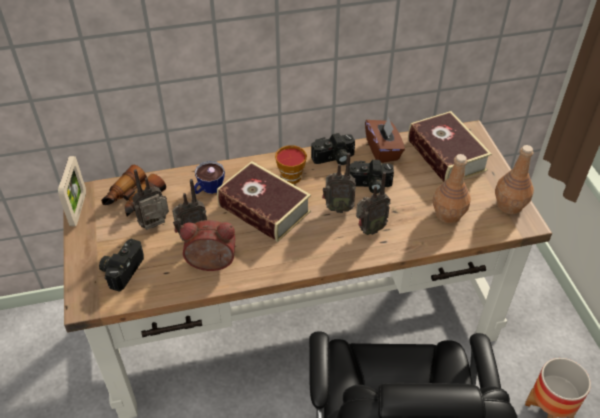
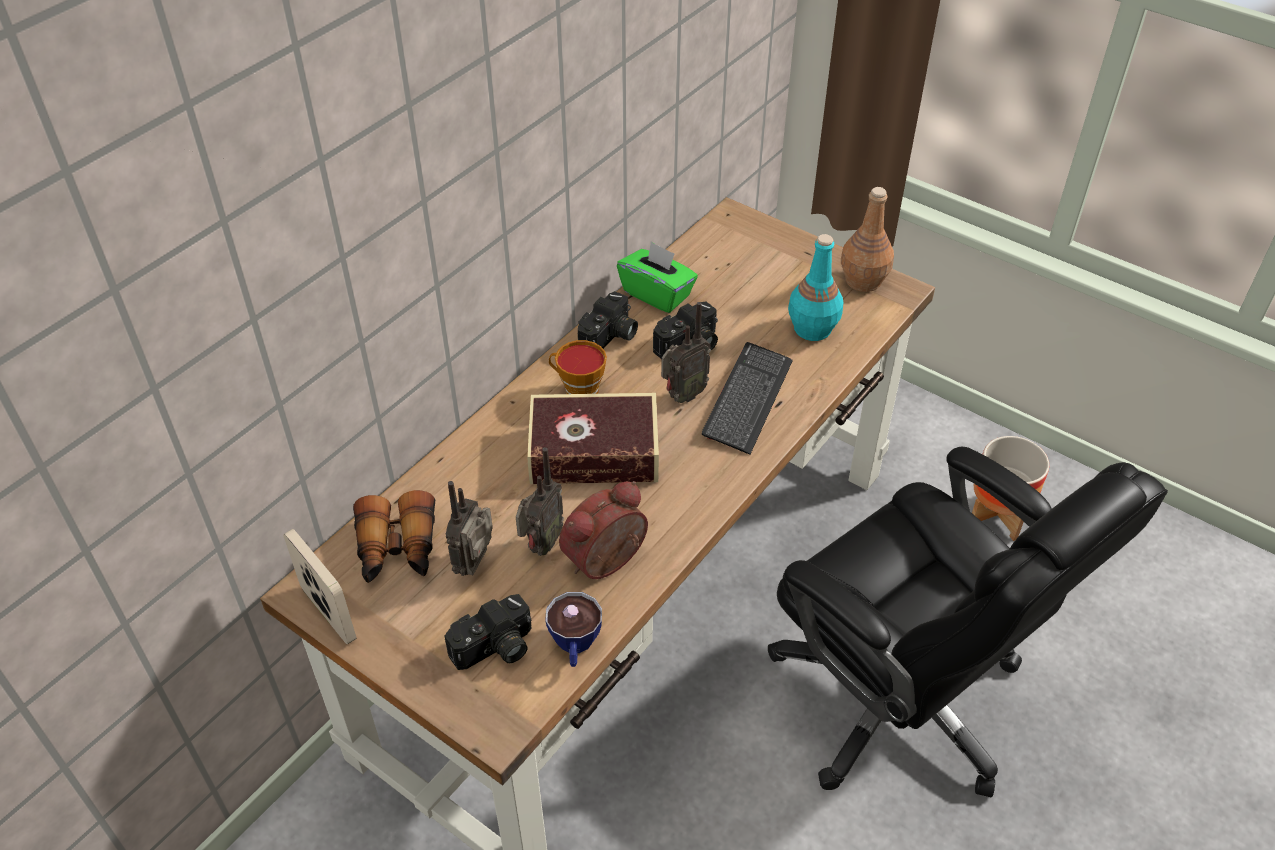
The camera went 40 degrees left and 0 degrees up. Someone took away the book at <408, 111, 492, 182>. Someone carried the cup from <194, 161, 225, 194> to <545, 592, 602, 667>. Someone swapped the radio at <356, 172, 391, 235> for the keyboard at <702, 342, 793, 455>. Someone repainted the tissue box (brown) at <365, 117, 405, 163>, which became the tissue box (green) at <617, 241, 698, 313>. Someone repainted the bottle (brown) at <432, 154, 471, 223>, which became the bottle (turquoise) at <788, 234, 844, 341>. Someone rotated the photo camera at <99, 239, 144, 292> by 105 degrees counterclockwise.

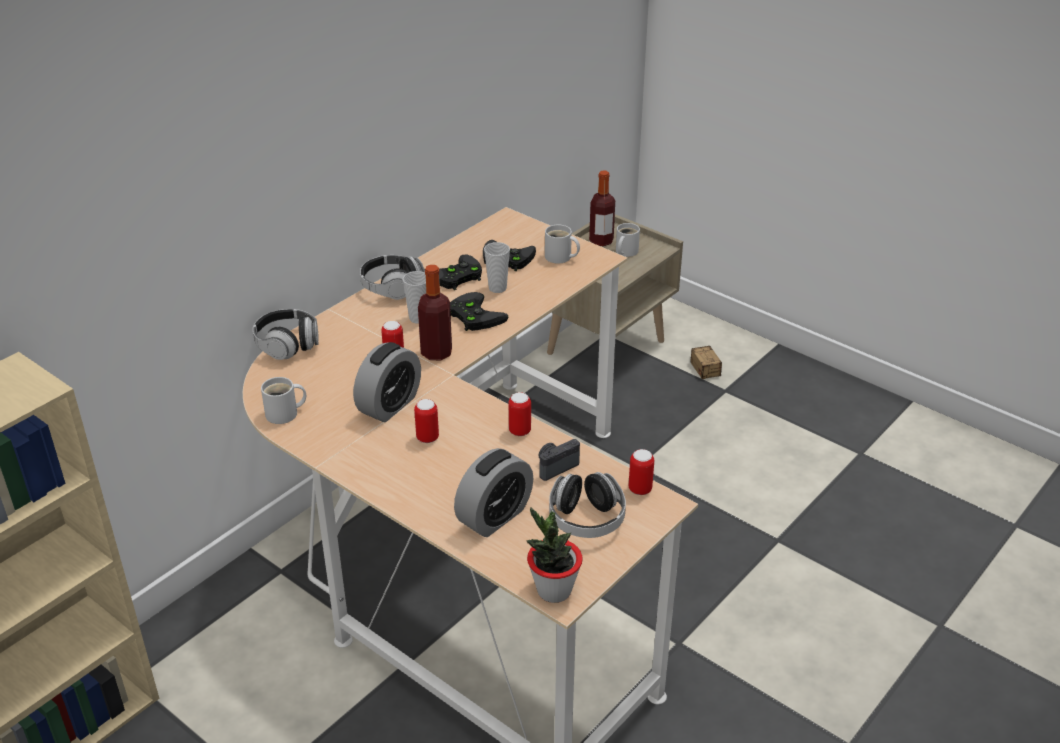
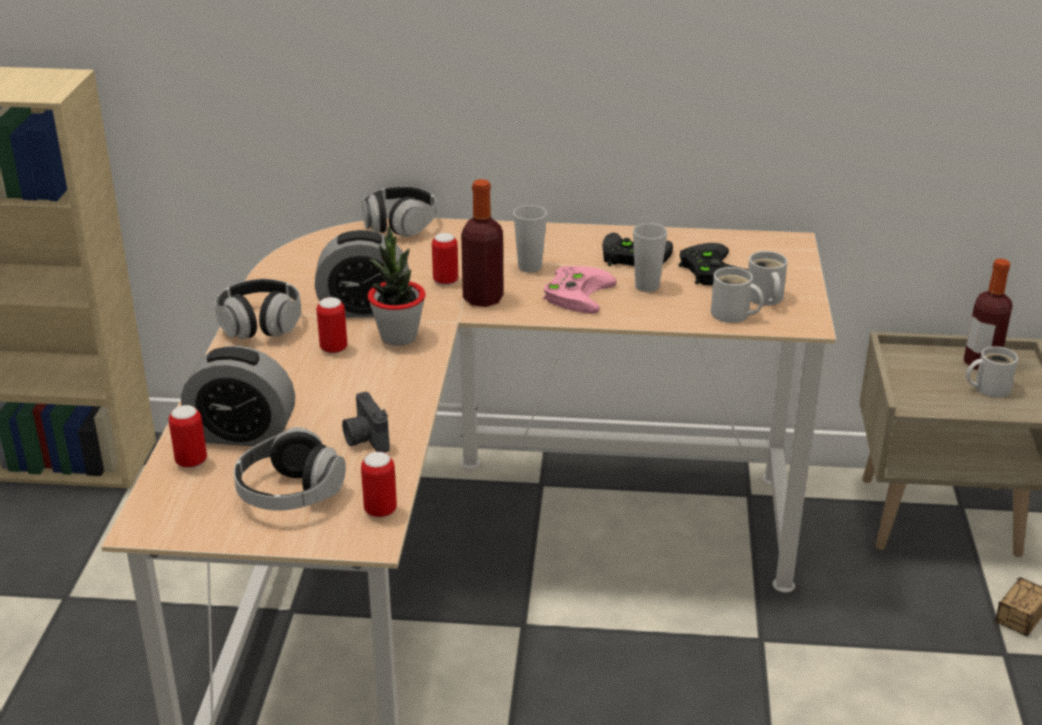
The camera went 55 degrees right and 5 degrees down. Someone carried the mug (white) from <261, 377, 306, 424> to <711, 267, 764, 323>. Someone carried the headphones from <360, 255, 425, 300> to <215, 279, 301, 339>. Someone carried the can from <509, 392, 531, 436> to <169, 405, 207, 468>. Someone carried the potted plant from <526, 508, 583, 603> to <368, 226, 426, 346>. Someone repainted the game controller (black) at <450, 292, 509, 331>, which became the game controller (pink) at <543, 266, 617, 314>. Someone rotated the photo camera at <538, 439, 580, 481> by 135 degrees counterclockwise.

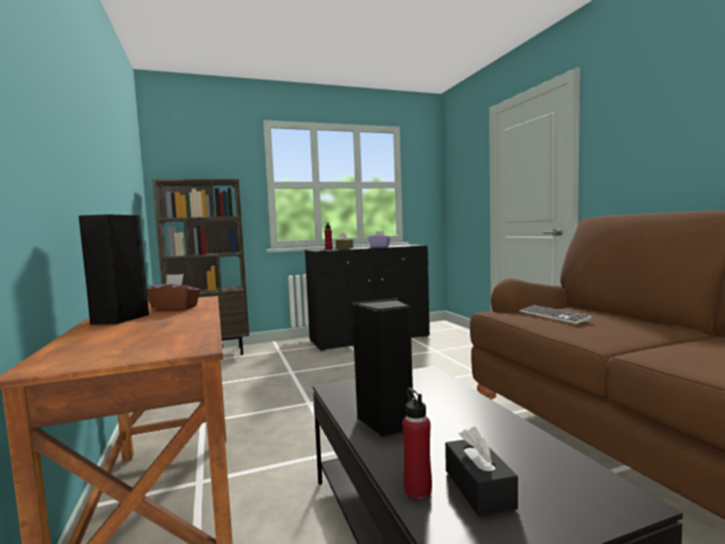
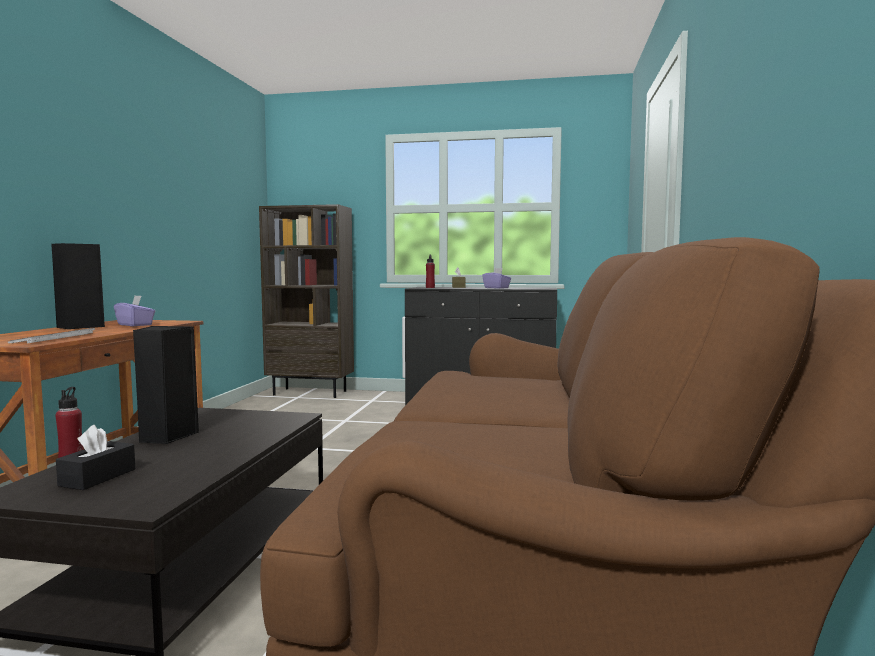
The camera went 30 degrees right and 0 degrees up. Someone carried the keyboard from <519, 305, 592, 324> to <8, 328, 95, 344>. Someone repainted the tissue box (brown) at <146, 274, 200, 311>, which became the tissue box (purple) at <114, 296, 155, 326>.

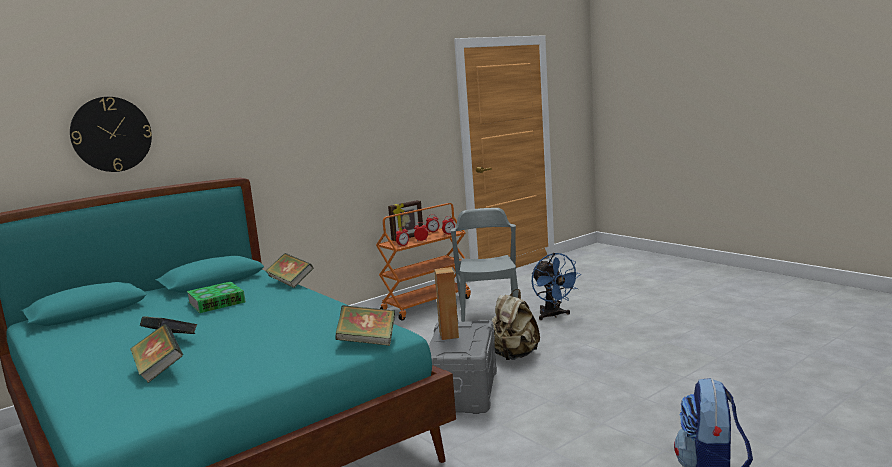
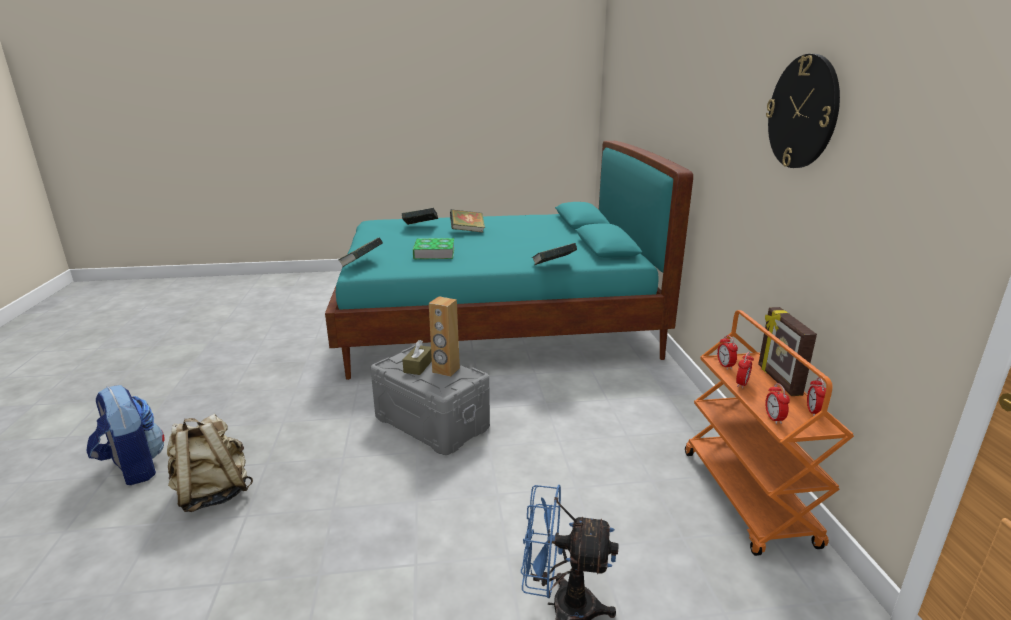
The camera went 120 degrees right and 10 degrees up. Someone took away the chair (grey) at <451, 208, 518, 322>. Someone put down the tissue box (brown) at <403, 340, 432, 375>. Someone carried the wall clock from <70, 97, 152, 172> to <766, 54, 840, 168>. Someone carried the book from <187, 282, 246, 313> to <413, 238, 455, 259>. Someone carried the backpack (beige) from <491, 289, 540, 360> to <167, 414, 253, 512>.

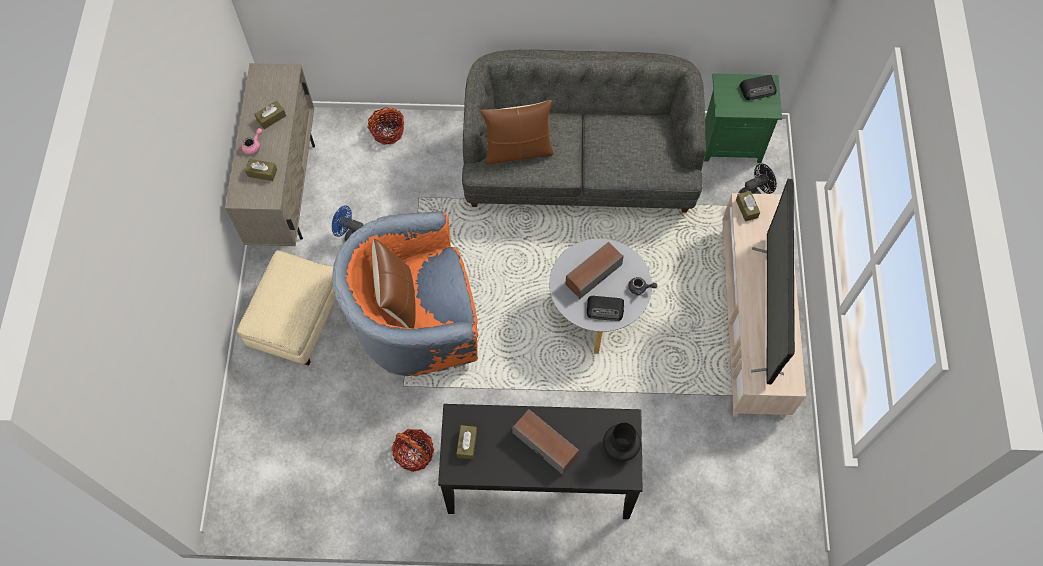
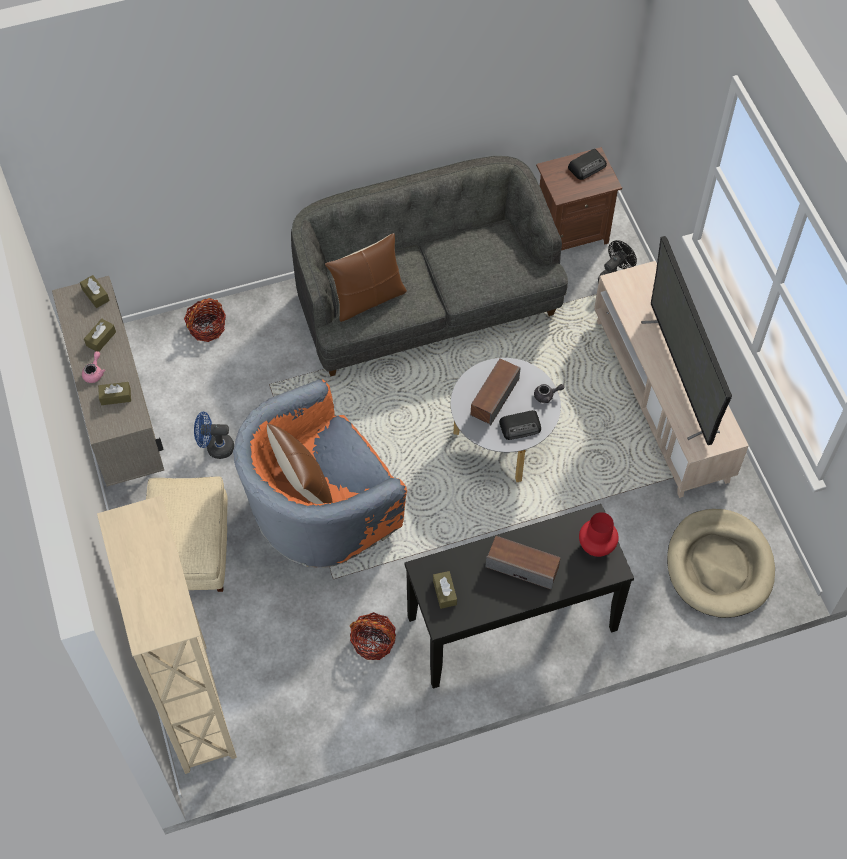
The camera went 20 degrees left and 5 degrees down. Someone put down the bookcase (beige) at <97, 495, 237, 774>. Someone put down the dog bed (beige) at <667, 509, 775, 618>. Someone carried the tissue box (brown) from <736, 191, 760, 221> to <80, 275, 110, 308>. Someone repainted the vase (black) at <603, 423, 641, 461>, which became the vase (red) at <579, 512, 619, 557>. Someone repainted the nightstand (green) at <704, 73, 782, 163>, which became the nightstand (brown) at <536, 147, 622, 250>.

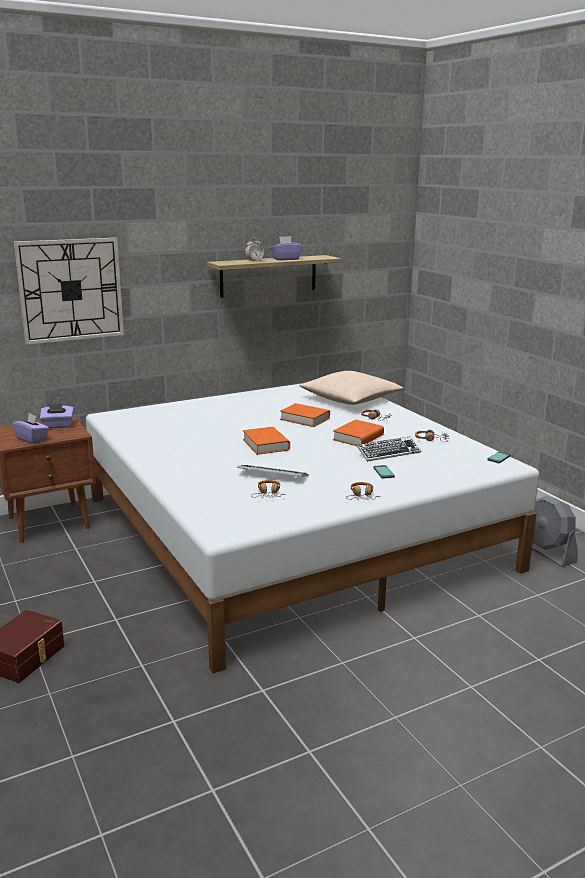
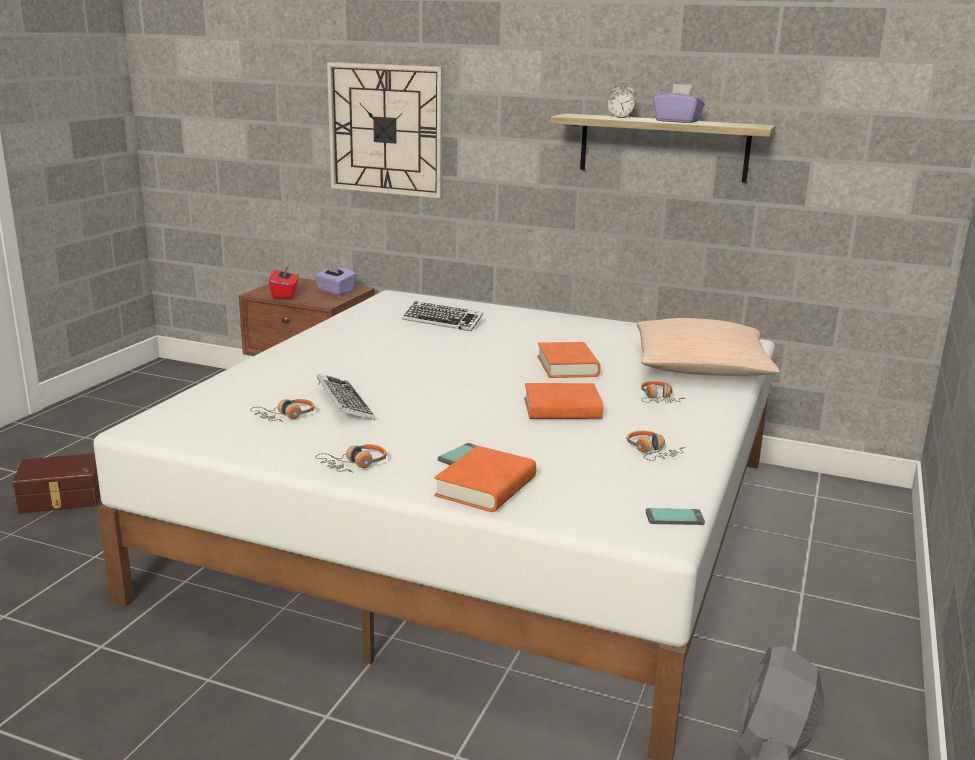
The camera went 50 degrees right and 0 degrees up. Someone carried the book (orange) from <243, 427, 290, 455> to <434, 446, 536, 512>. Someone carried the keyboard from <357, 436, 421, 462> to <402, 301, 483, 331>. Someone repainted the tissue box (purple) at <12, 413, 49, 444>, which became the tissue box (red) at <269, 264, 299, 299>.

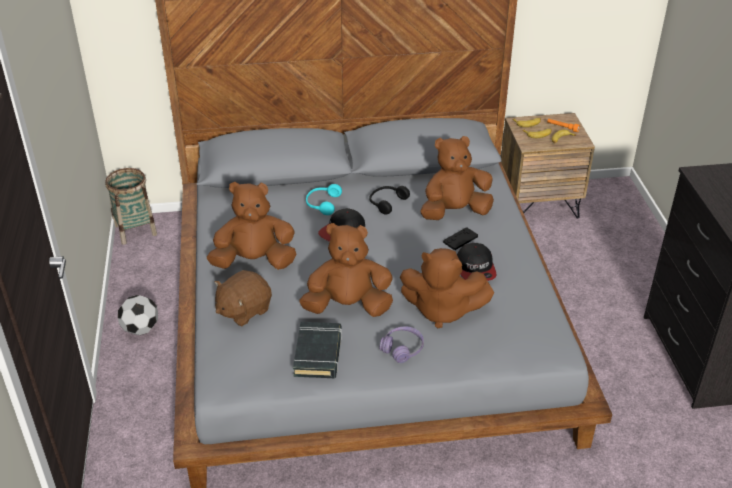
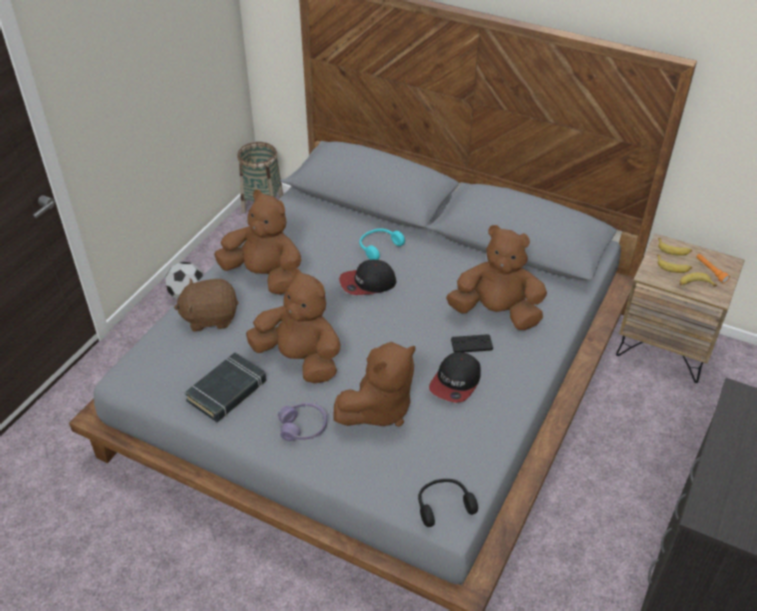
The camera went 35 degrees right and 5 degrees up. Someone carried the headphones (black) from <369, 186, 410, 215> to <418, 479, 478, 527>. Someone rotated the plush toy (brown) at <400, 248, 494, 328> by 90 degrees counterclockwise.

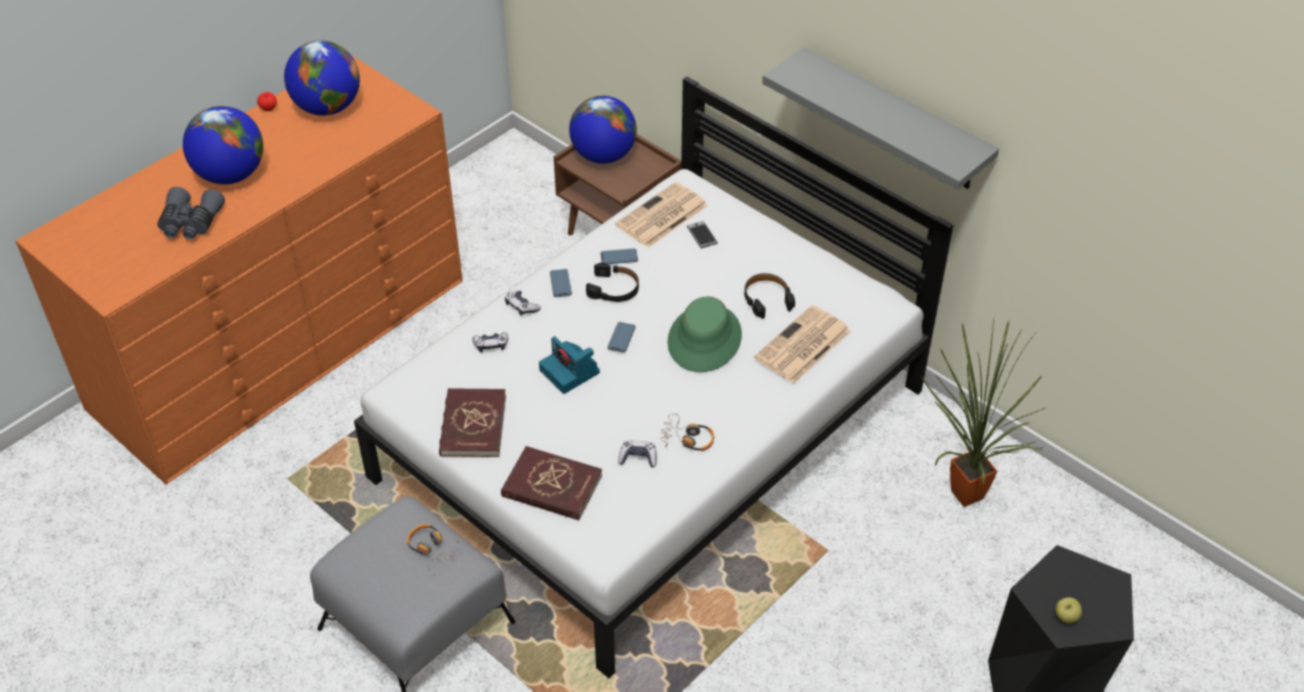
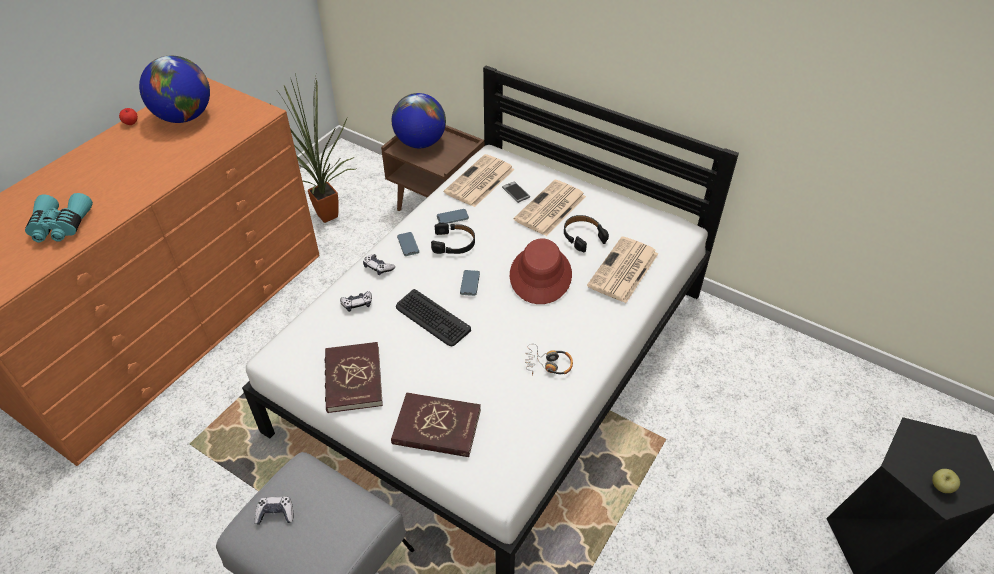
The camera went 10 degrees left and 0 degrees up. Someone took away the globe at <183, 106, 263, 184>. Someone took away the headphones at <407, 524, 461, 572>. Someone took away the shelf (grey) at <762, 47, 999, 189>. Someone put down the newspaper at <514, 180, 586, 236>. Someone carried the game controller from <618, 440, 657, 468> to <255, 496, 293, 525>. Someone carried the potted plant from <921, 319, 1045, 507> to <278, 73, 358, 223>. Someone swapped the photo camera at <539, 336, 600, 394> for the keyboard at <396, 289, 471, 346>. Someone repainted the binoculars (grey) at <157, 187, 225, 240>, which became the binoculars (turquoise) at <25, 193, 93, 242>. Someone repainted the hat (green) at <668, 296, 742, 372>, which became the hat (red) at <510, 239, 572, 304>.

